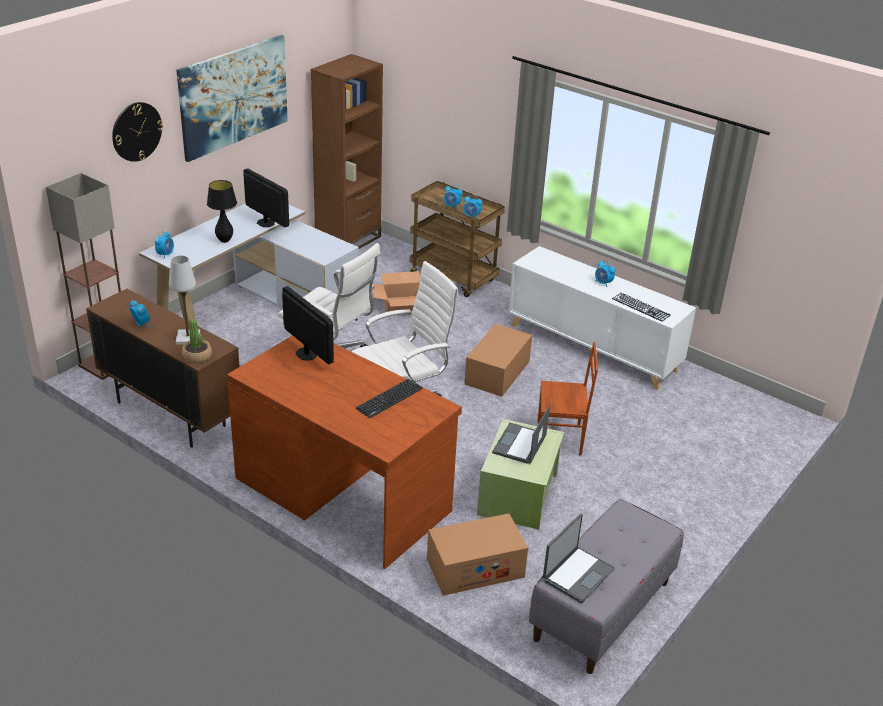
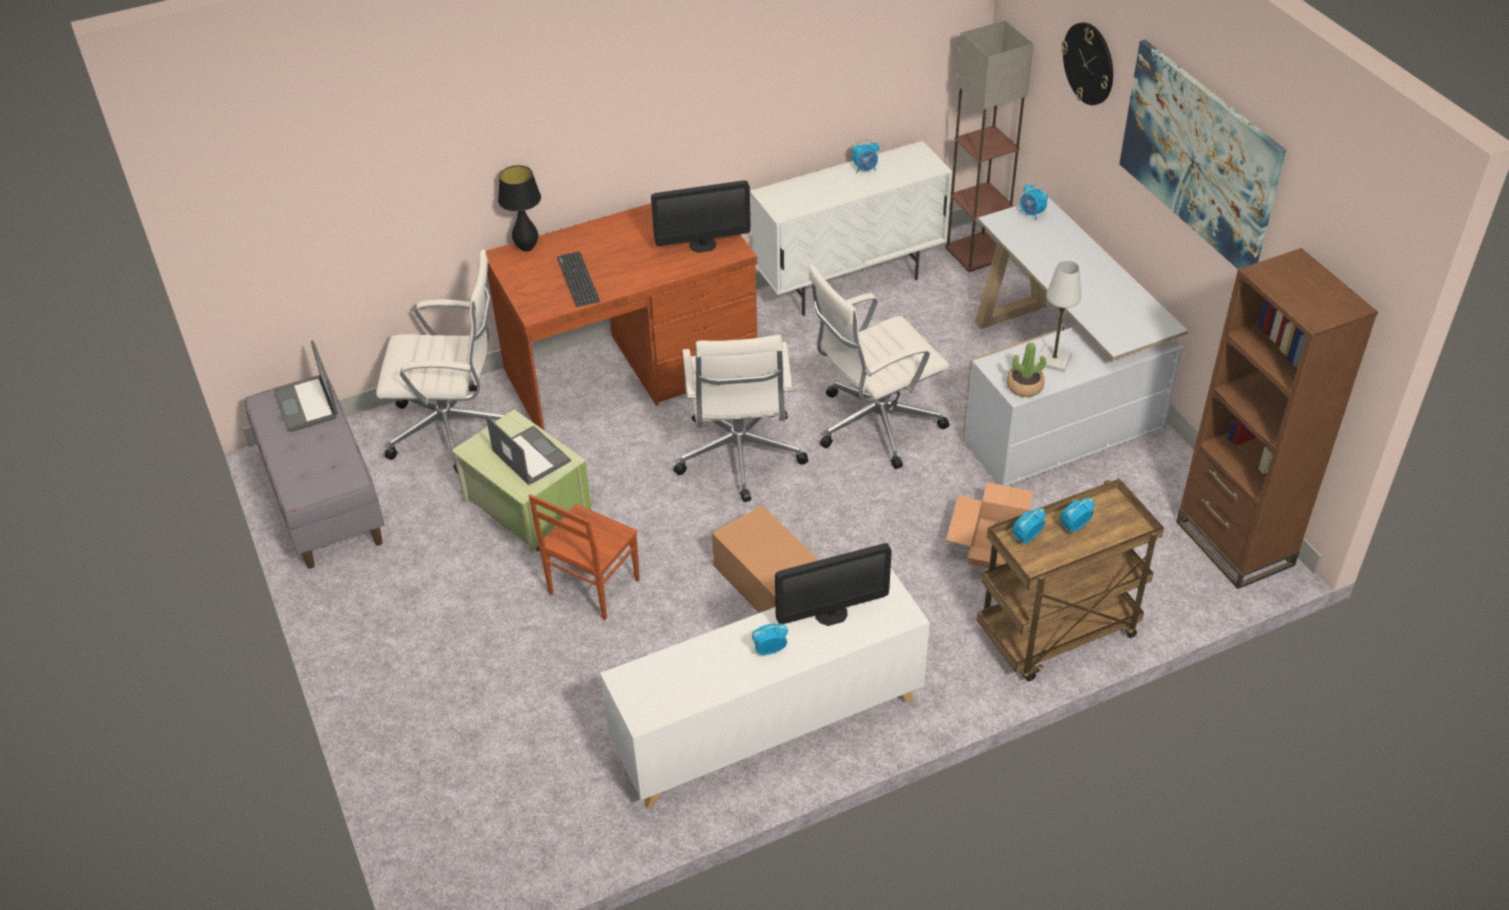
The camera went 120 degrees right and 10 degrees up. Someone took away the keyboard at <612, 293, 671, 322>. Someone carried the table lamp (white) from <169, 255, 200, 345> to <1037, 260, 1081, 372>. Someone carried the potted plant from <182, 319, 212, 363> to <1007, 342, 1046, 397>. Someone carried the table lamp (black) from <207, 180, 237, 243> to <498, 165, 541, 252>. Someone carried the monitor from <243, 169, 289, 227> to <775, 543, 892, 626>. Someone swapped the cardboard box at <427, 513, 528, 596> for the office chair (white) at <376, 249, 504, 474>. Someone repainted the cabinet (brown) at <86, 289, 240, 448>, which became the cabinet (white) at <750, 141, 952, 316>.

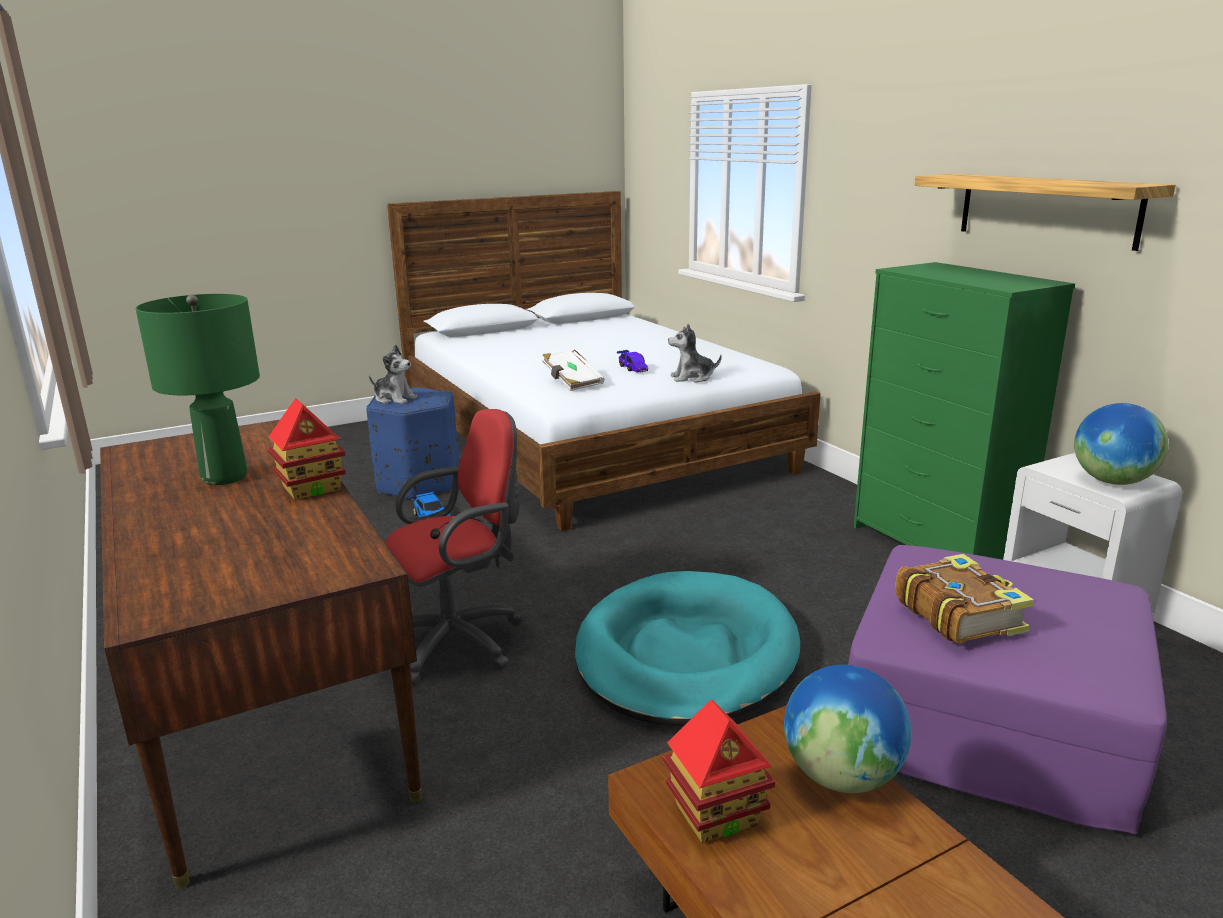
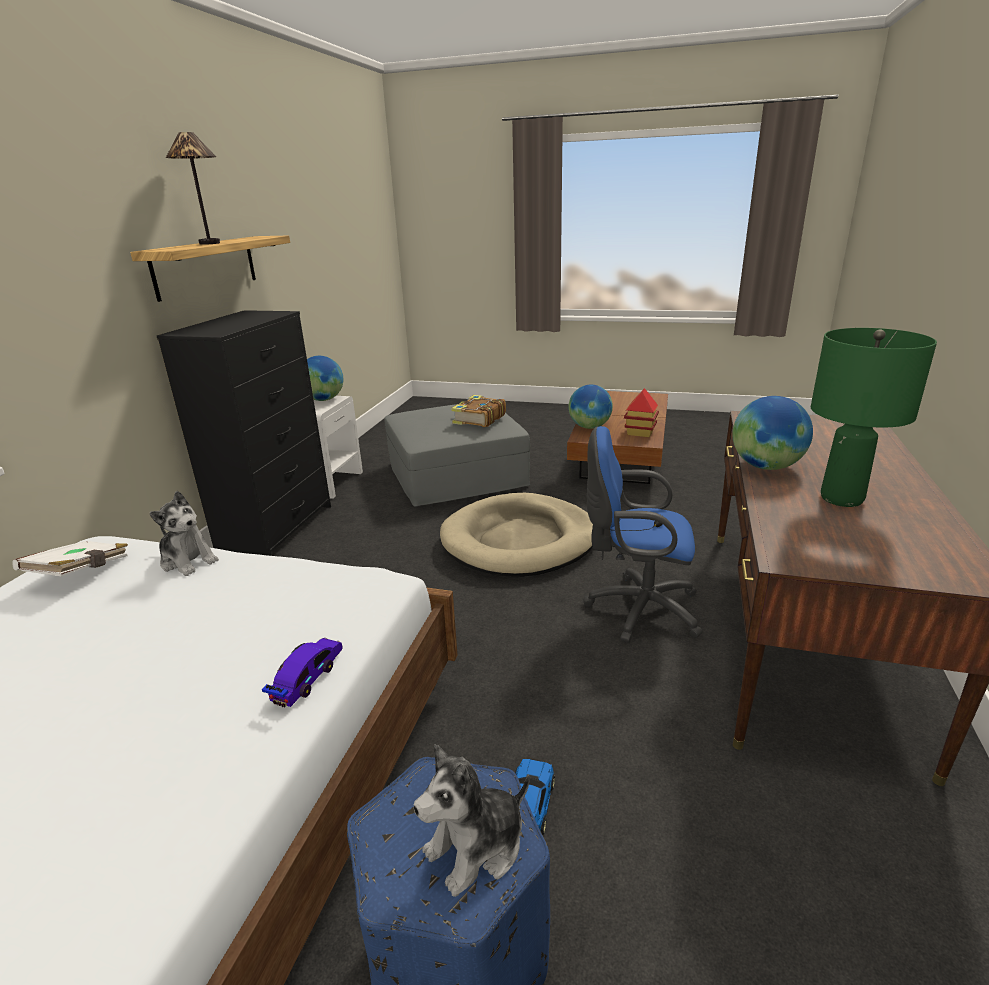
The camera went 135 degrees left and 5 degrees up. Someone put down the table lamp at <166, 132, 220, 245>. Someone carried the book (white) from <542, 350, 604, 391> to <12, 541, 128, 576>. Someone carried the toy car from <617, 350, 648, 372> to <262, 638, 343, 707>. Someone swapped the toy house at <268, 398, 346, 500> for the globe at <732, 396, 813, 470>. Someone repainted the office chair (red) at <385, 409, 522, 686>, which became the office chair (blue) at <583, 426, 703, 643>. Someone repainted the dog bed (turquoise) at <575, 571, 800, 726>, which became the dog bed (beige) at <440, 493, 593, 577>. Someone repainted the ottoman (purple) at <848, 545, 1167, 834>, which became the ottoman (grey) at <384, 404, 530, 507>. Someone repainted the dresser (green) at <853, 262, 1075, 560>, which became the dresser (black) at <157, 310, 331, 556>. Someone rotated the plush toy at <369, 344, 417, 404> by 105 degrees counterclockwise.

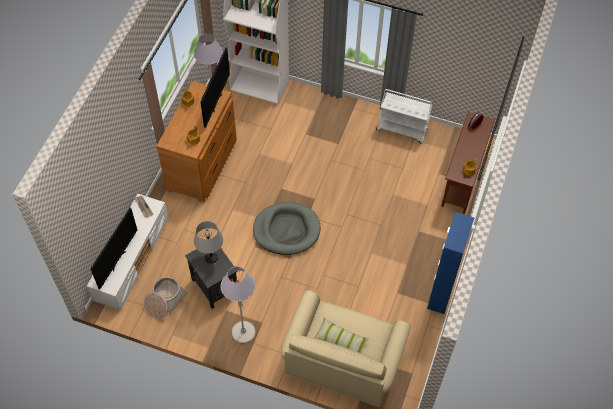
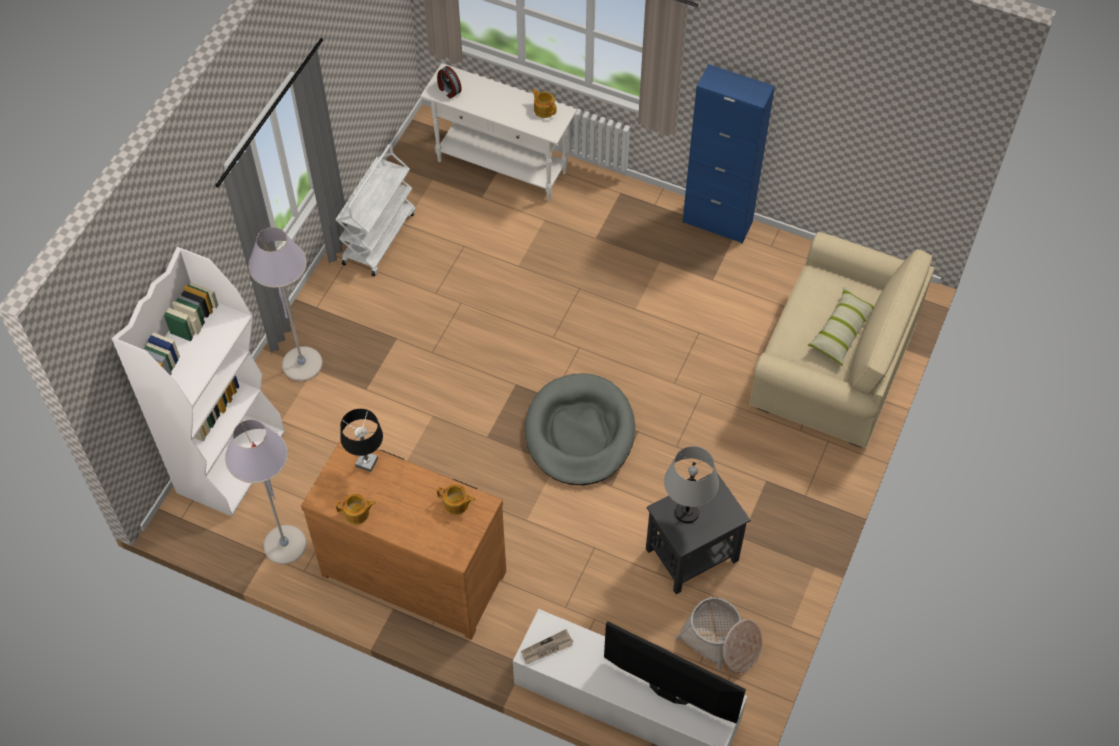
The camera went 85 degrees left and 0 degrees up. Someone carried the floor lamp (grey) from <221, 266, 255, 343> to <248, 227, 322, 381>. Someone swapped the television at <200, 48, 230, 128> for the table lamp (black) at <340, 409, 383, 472>. Someone repainted the console table (brown) at <442, 112, 495, 214>, which became the console table (white) at <420, 63, 577, 201>.

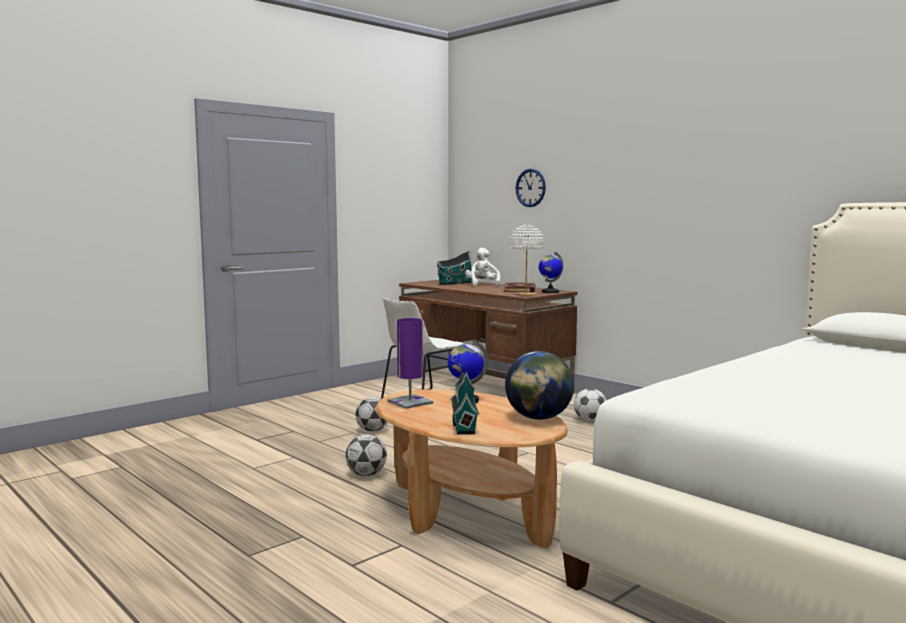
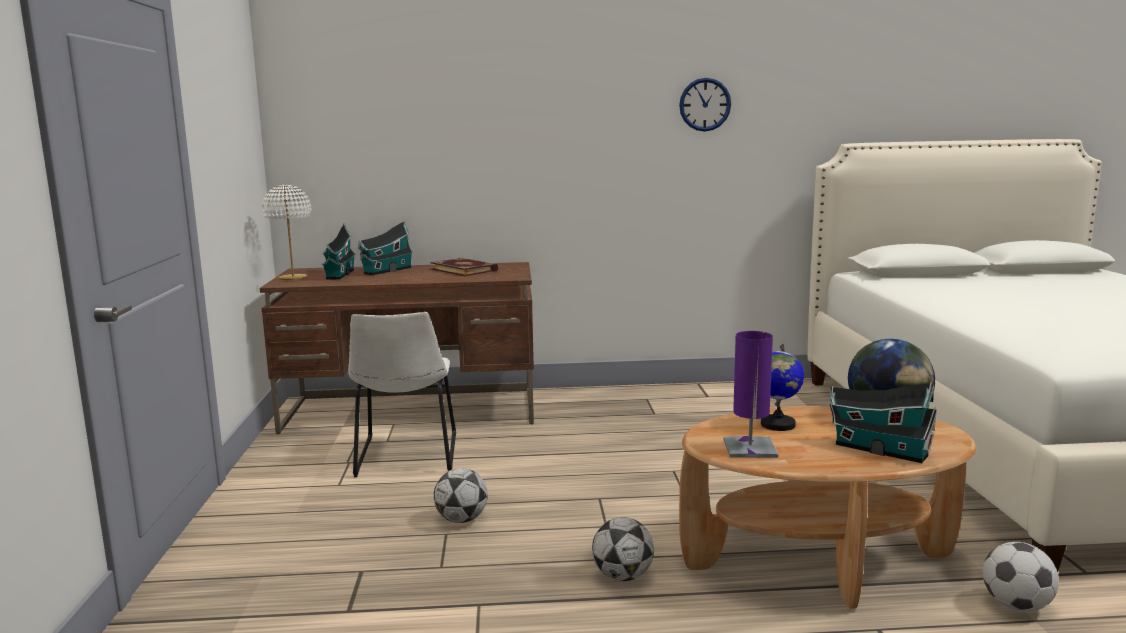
The camera went 50 degrees left and 5 degrees up. Someone took away the globe at <539, 252, 563, 293>. Someone carried the table lamp (white) from <509, 225, 544, 296> to <262, 184, 311, 280>. Someone carried the wall clock from <516, 169, 546, 207> to <679, 78, 731, 132>. Someone carried the football from <574, 388, 606, 421> to <983, 542, 1059, 612>. Someone swapped the plush toy (white) at <465, 248, 500, 287> for the toy house at <358, 221, 414, 275>.

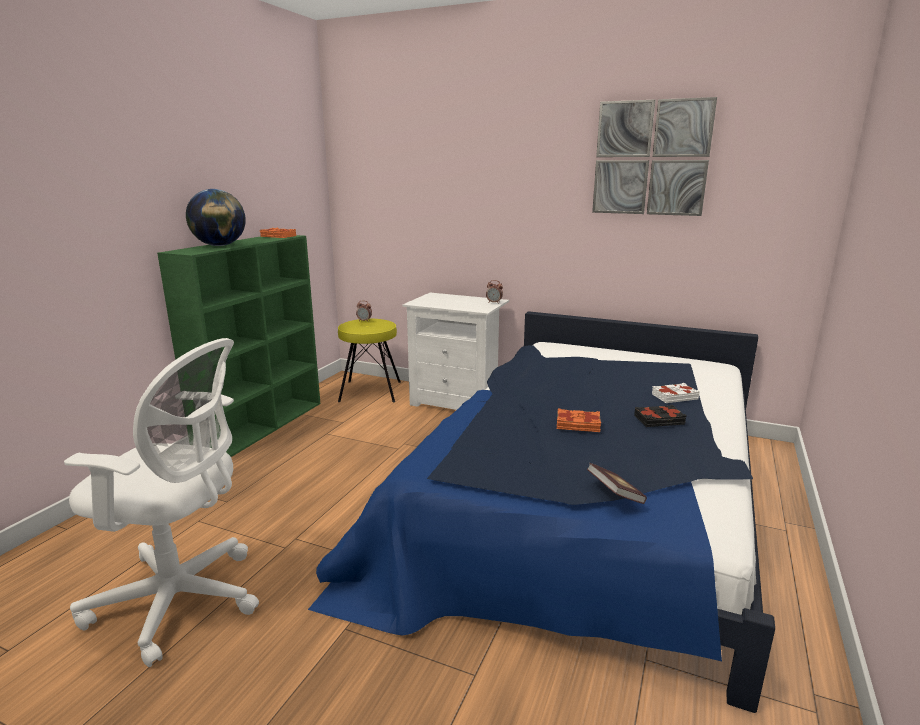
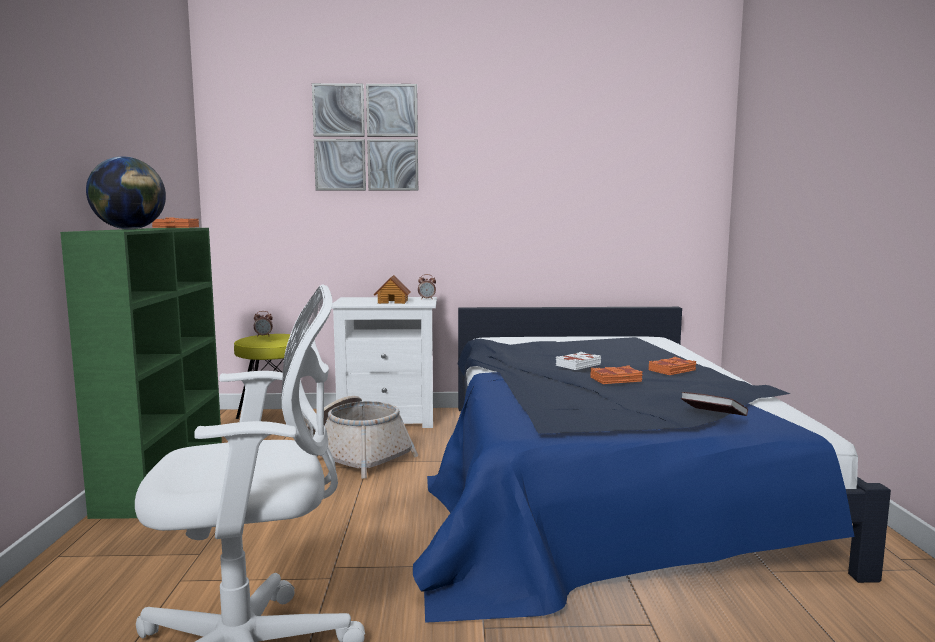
The camera went 25 degrees left and 10 degrees down. Someone put down the basket at <307, 396, 418, 479>. Someone put down the toy house at <374, 275, 411, 304>. Someone carried the picture from <592, 97, 717, 216> to <312, 83, 418, 191>. Someone carried the book (white) from <652, 383, 700, 403> to <556, 352, 601, 370>. Someone repainted the book (black) at <634, 405, 687, 427>, which became the book (orange) at <649, 357, 696, 375>.

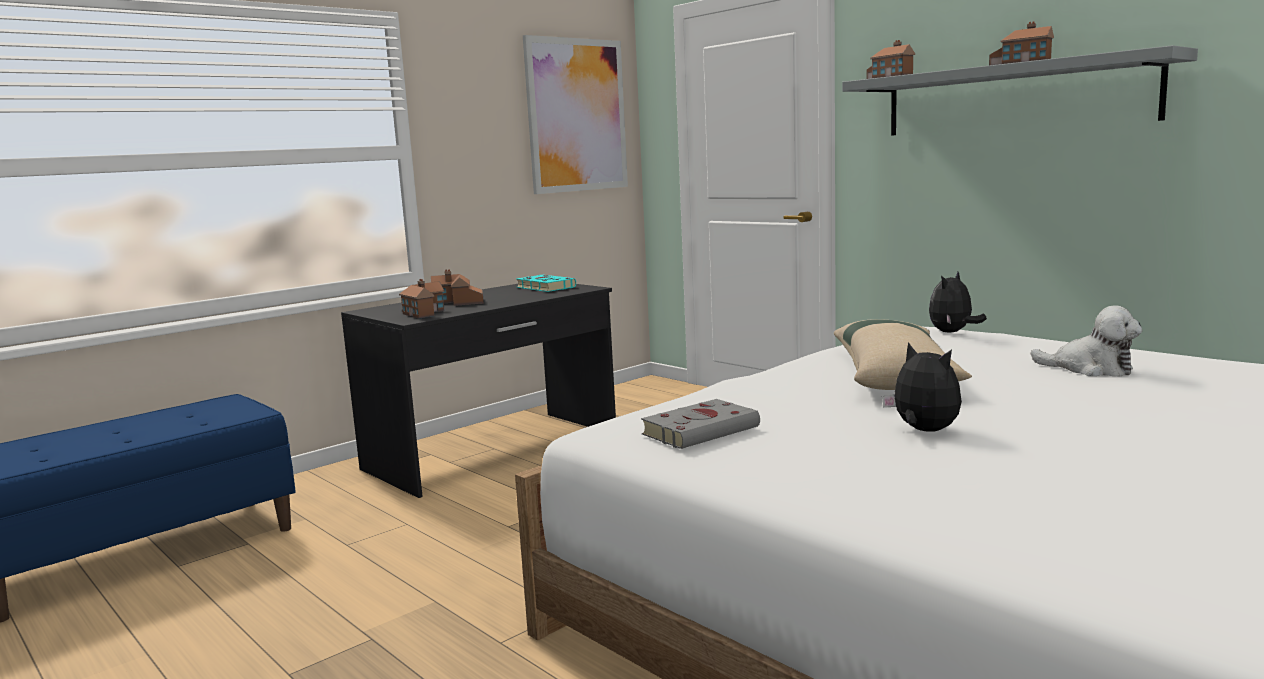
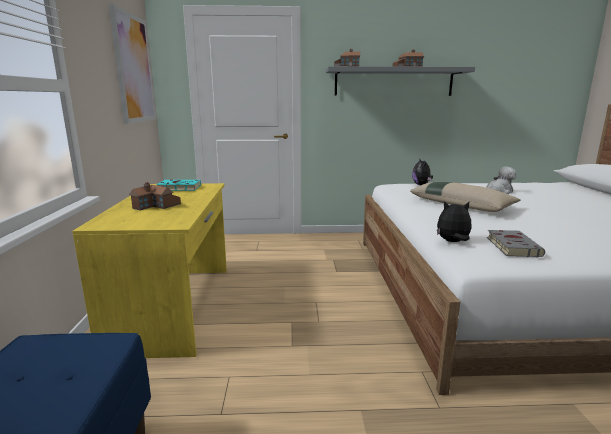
The camera went 50 degrees left and 5 degrees up. Someone took away the toy house at <399, 279, 445, 319>. Someone carried the plush toy from <882, 342, 962, 432> to <437, 201, 472, 242>. Someone repainted the desk (black) at <341, 284, 616, 498>, which became the desk (yellow) at <72, 183, 227, 358>.

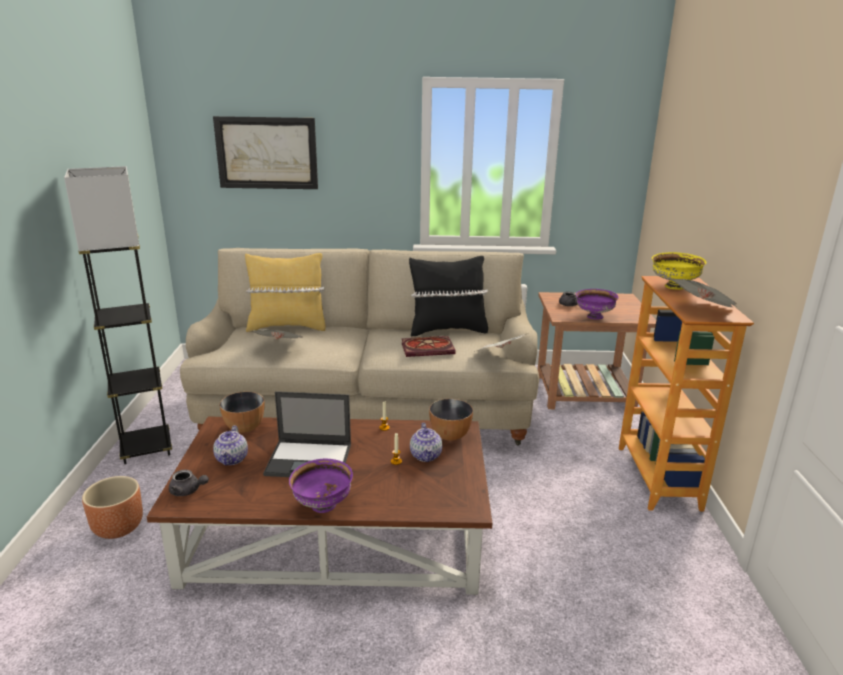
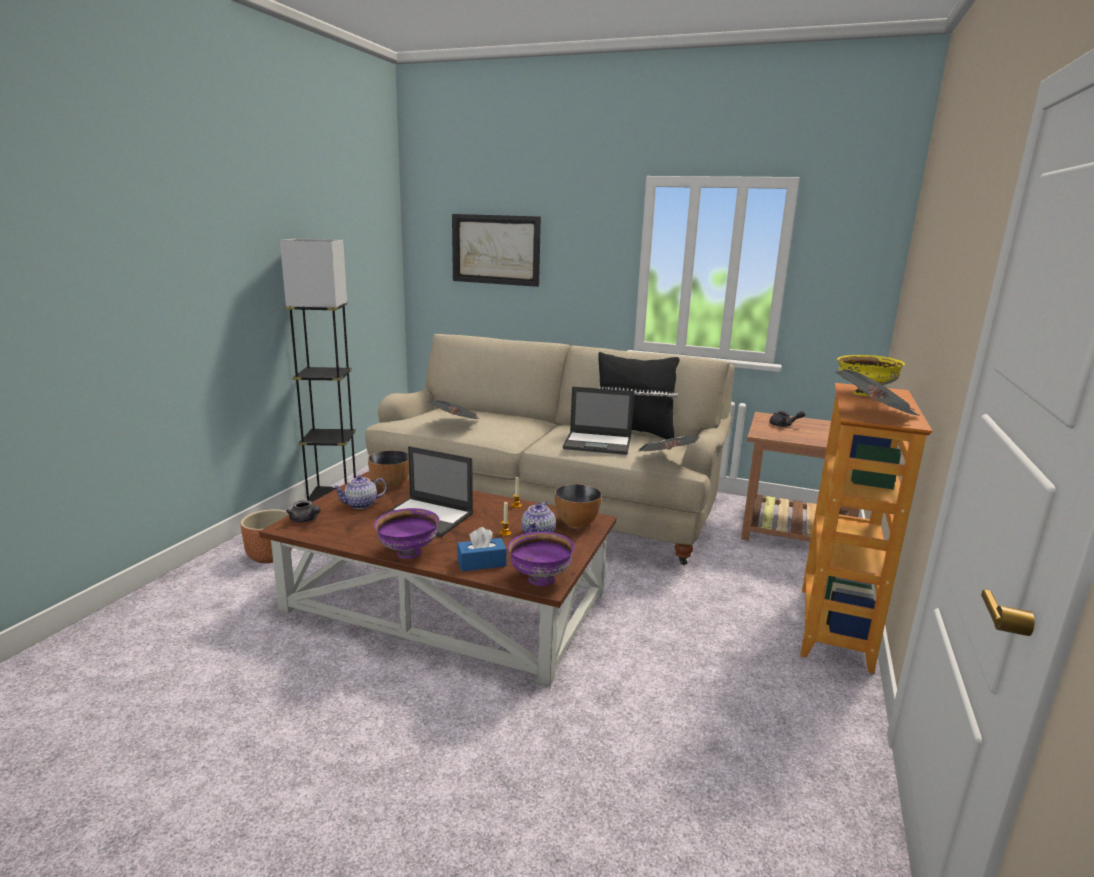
The camera went 20 degrees right and 5 degrees down. Someone took away the pillow (yellow) at <245, 253, 326, 332>. Someone put down the tissue box (blue) at <457, 527, 507, 571>. Someone carried the bowl (purple) from <576, 289, 619, 320> to <508, 532, 575, 586>. Someone swapped the book at <402, 336, 456, 357> for the laptop at <563, 387, 634, 455>. Someone rotated the teapot at <213, 425, 248, 466> by 45 degrees clockwise.

